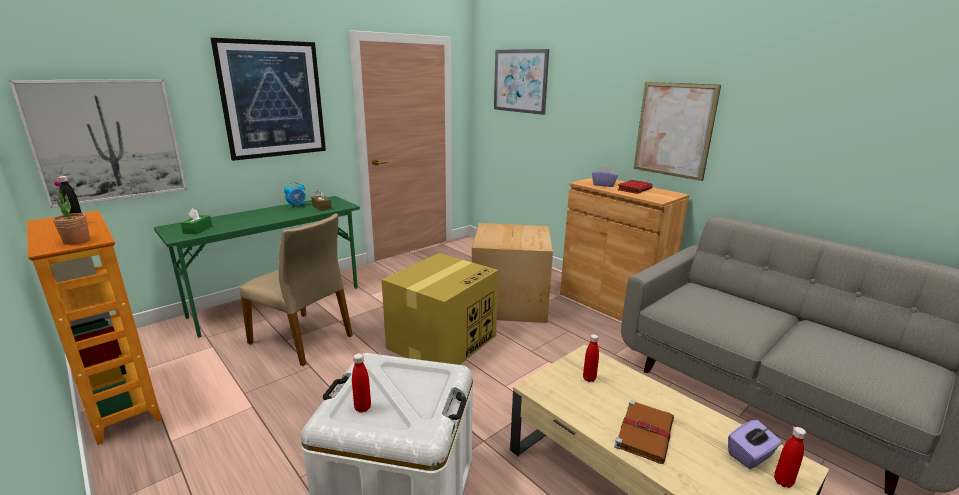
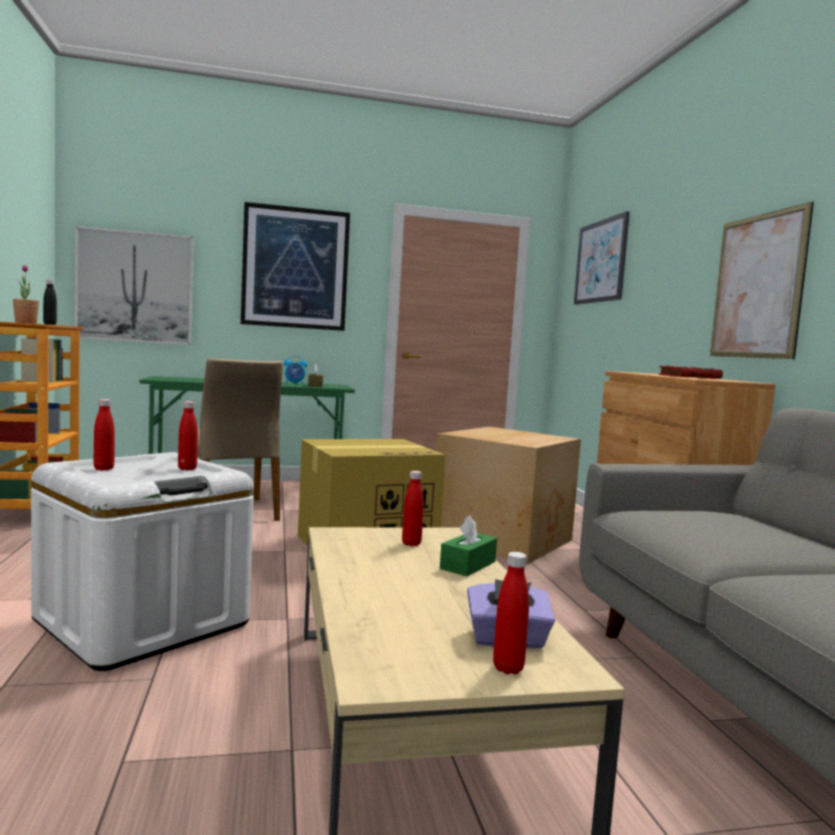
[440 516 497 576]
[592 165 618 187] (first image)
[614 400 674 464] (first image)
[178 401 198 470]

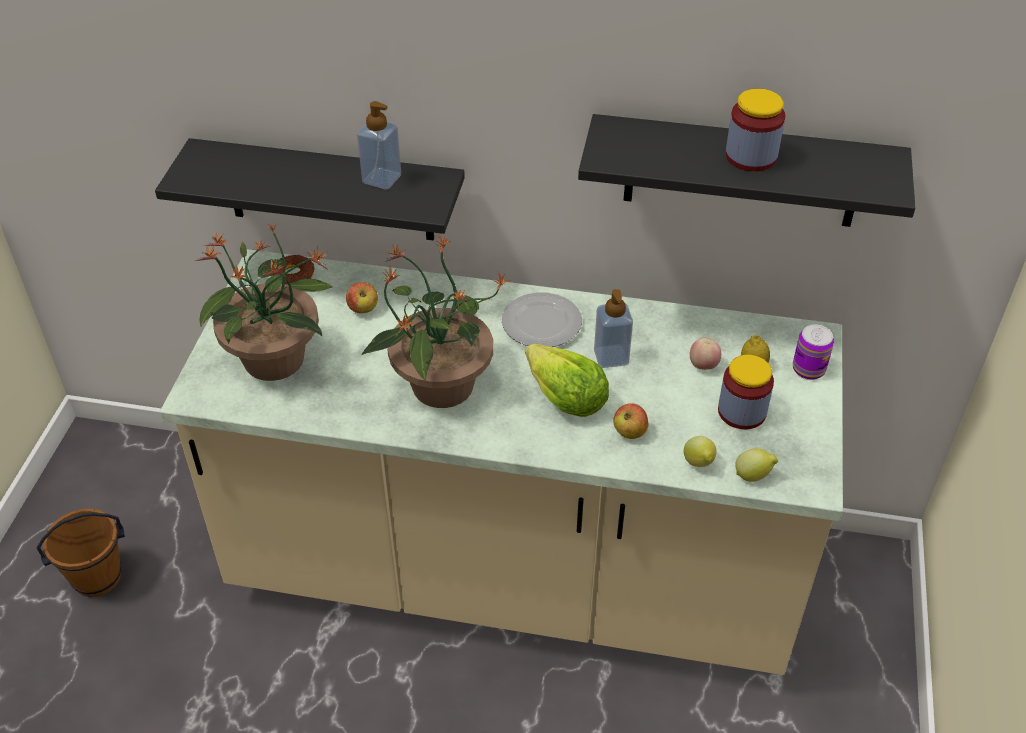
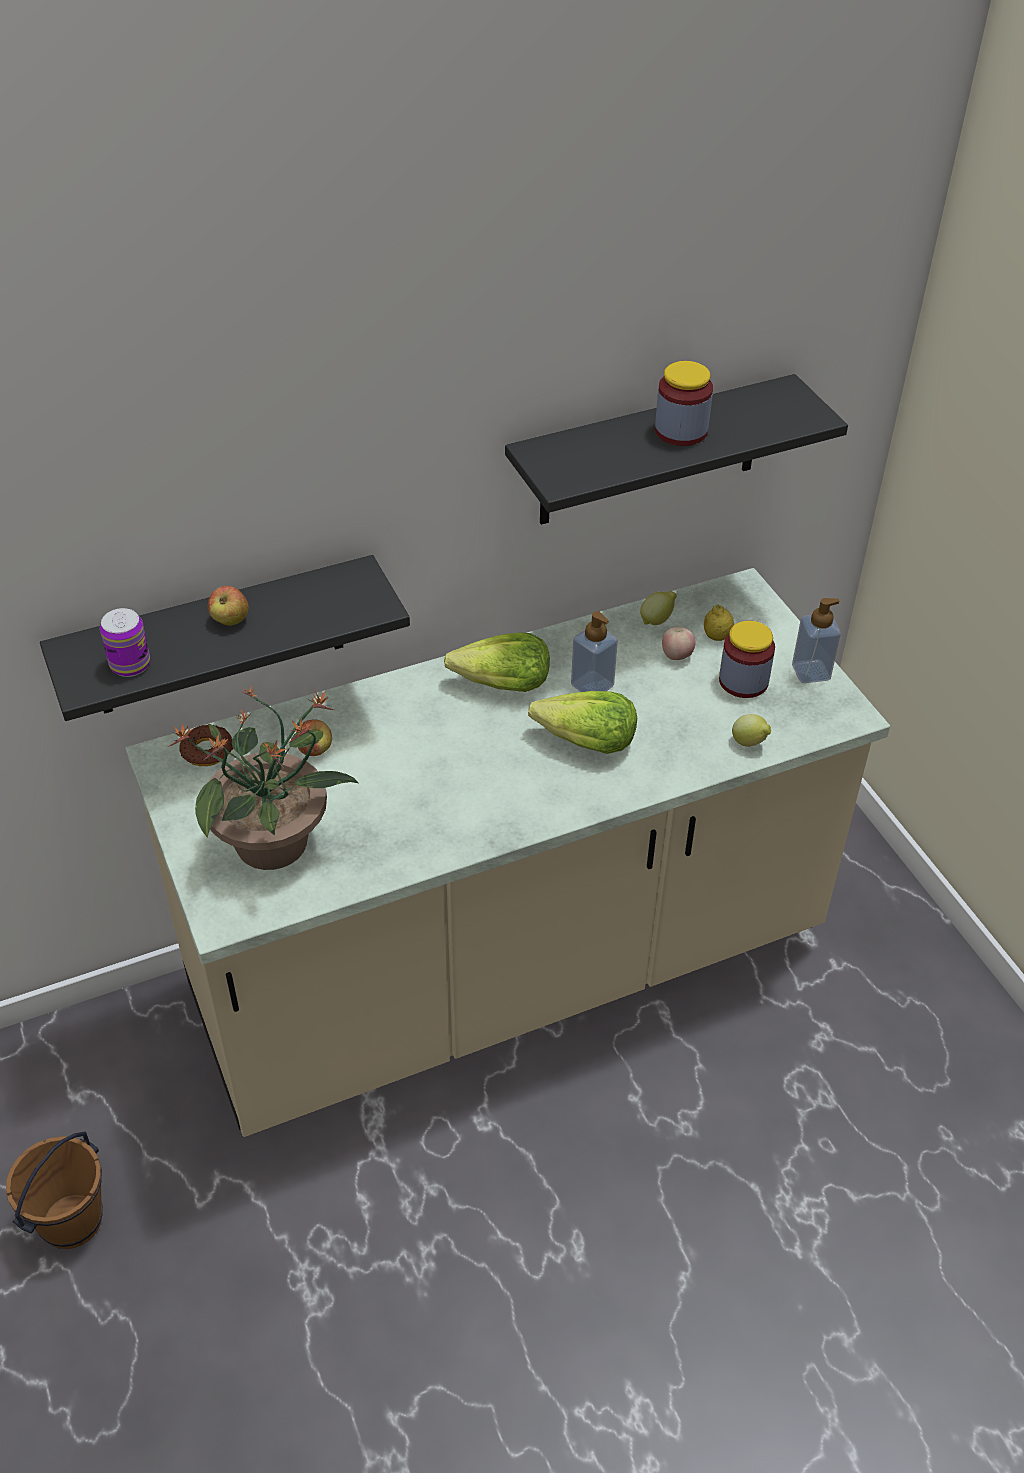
[792 598 841 683]
[361 234 510 408] (first image)
[444 632 550 692]
[208 586 248 626]
[640 591 677 625]
[100 608 150 677]

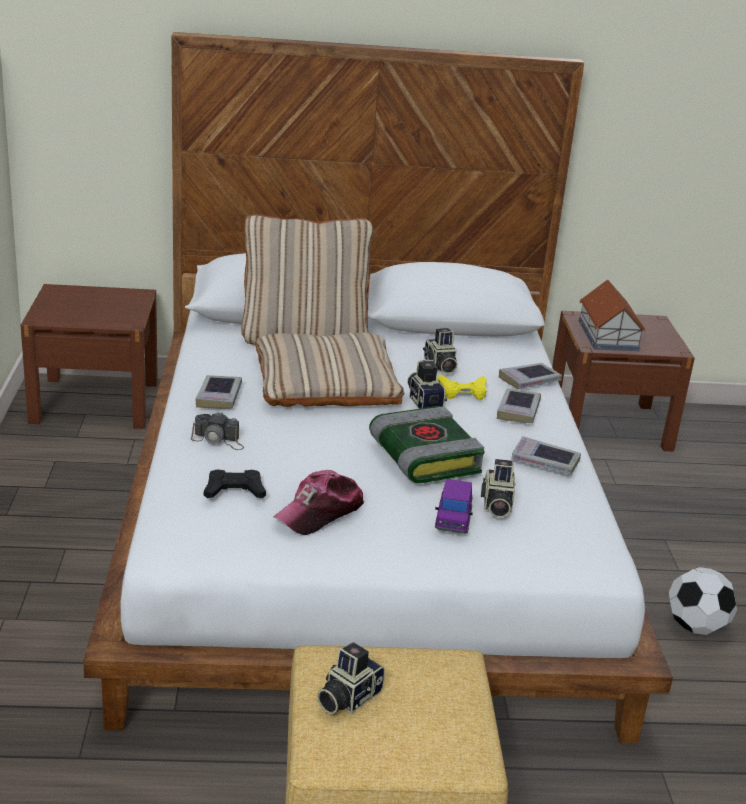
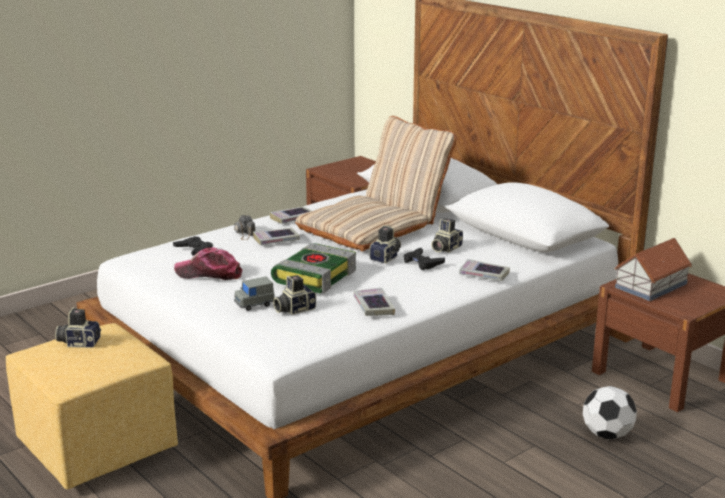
[234 277 275 311]
[404 248 445 270]
[253 228 300 245]
[583 386 637 439]

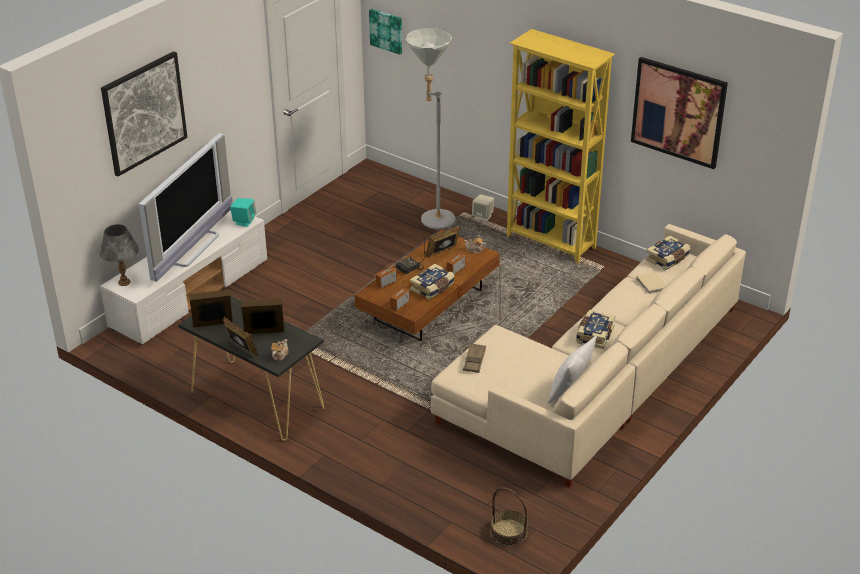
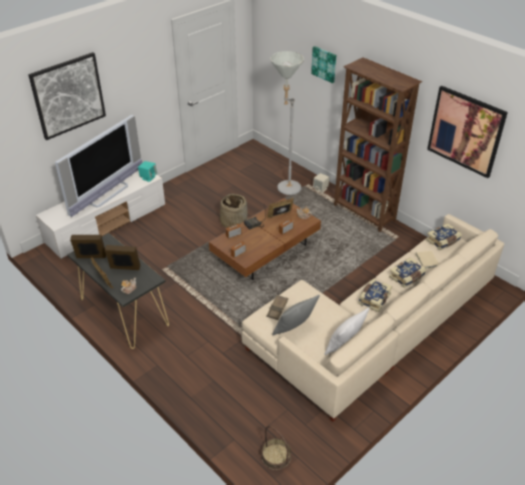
[99 224 139 286] (first image)
[311 46 336 83]
[389 257 426 288]
[334 57 422 232]
[220 194 247 228]
[272 295 320 335]

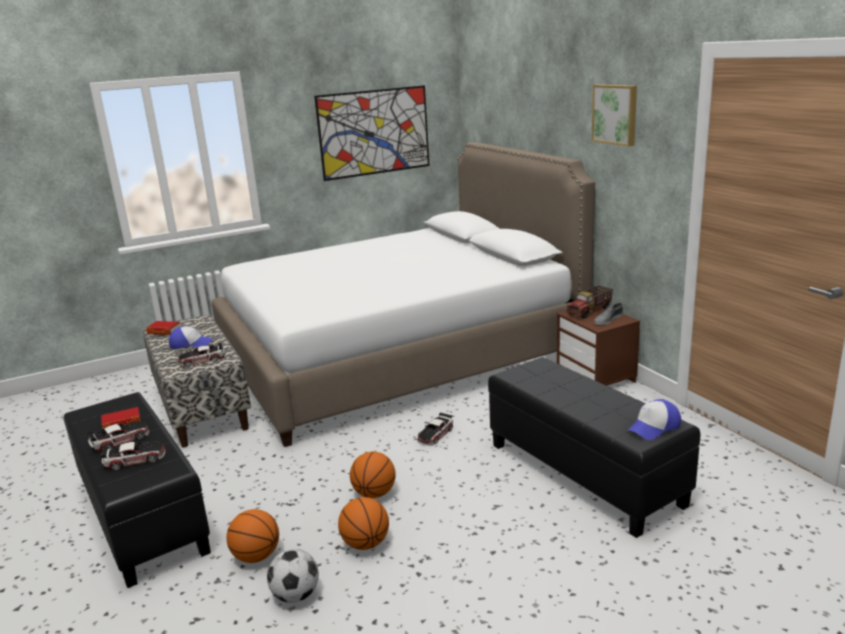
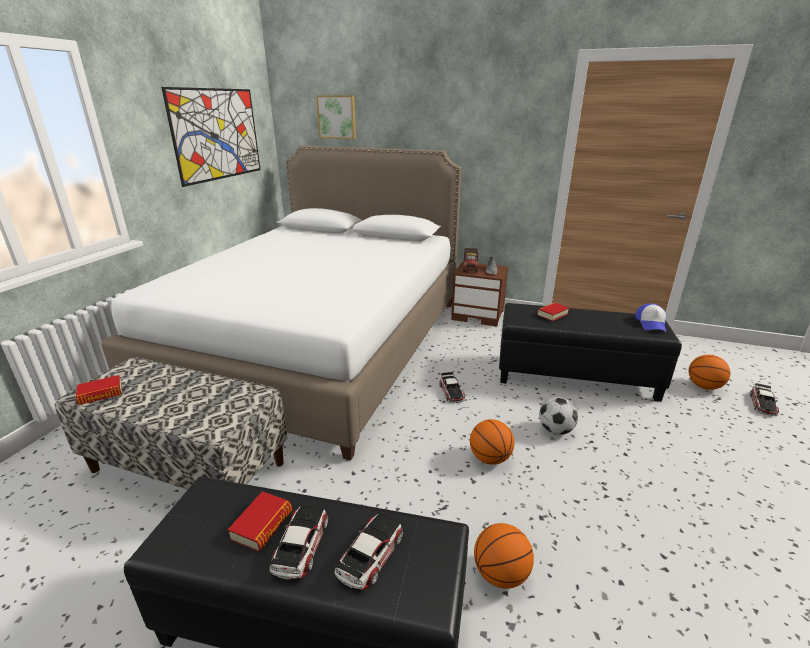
[169 326 213 349] (first image)
[749 383 779 416]
[539 397 578 435]
[689 355 730 390]
[316 95 356 139]
[537 303 569 321]

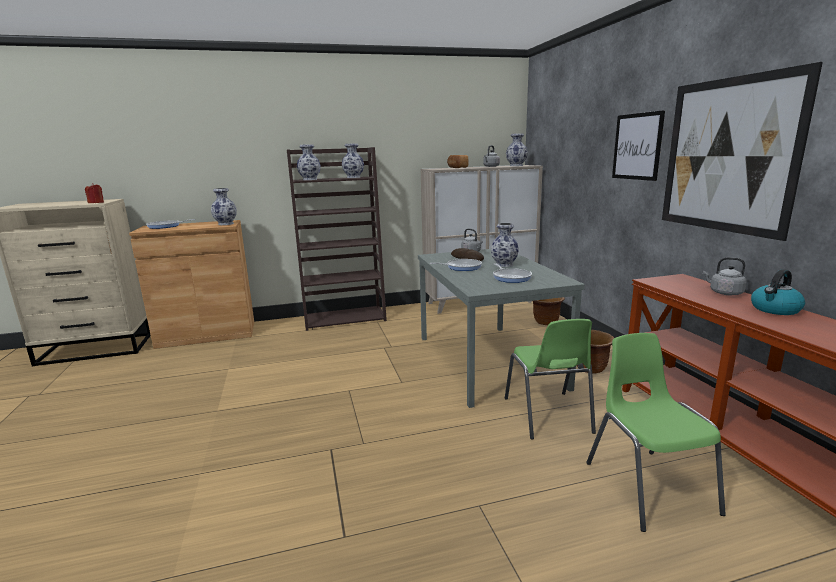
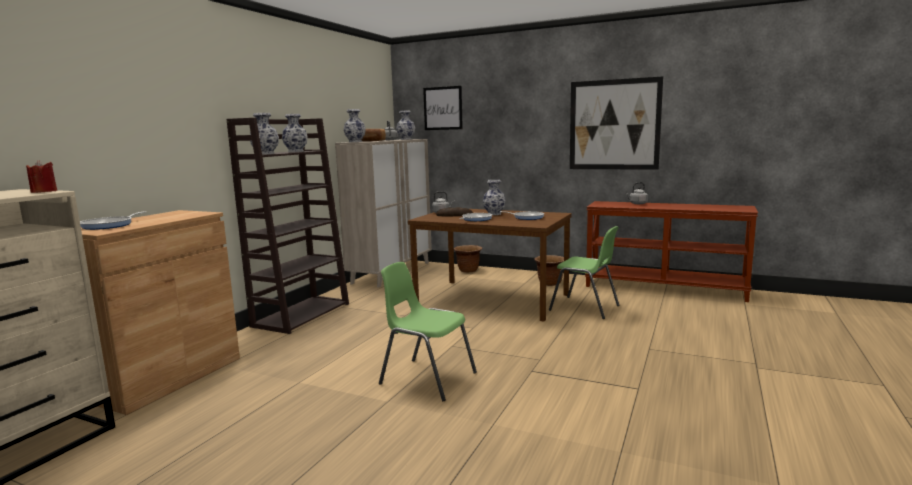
[344 109 366 142]
[408 209 572 322]
[379 262 477 401]
[423 86 463 130]
[751 269 805 315] (first image)

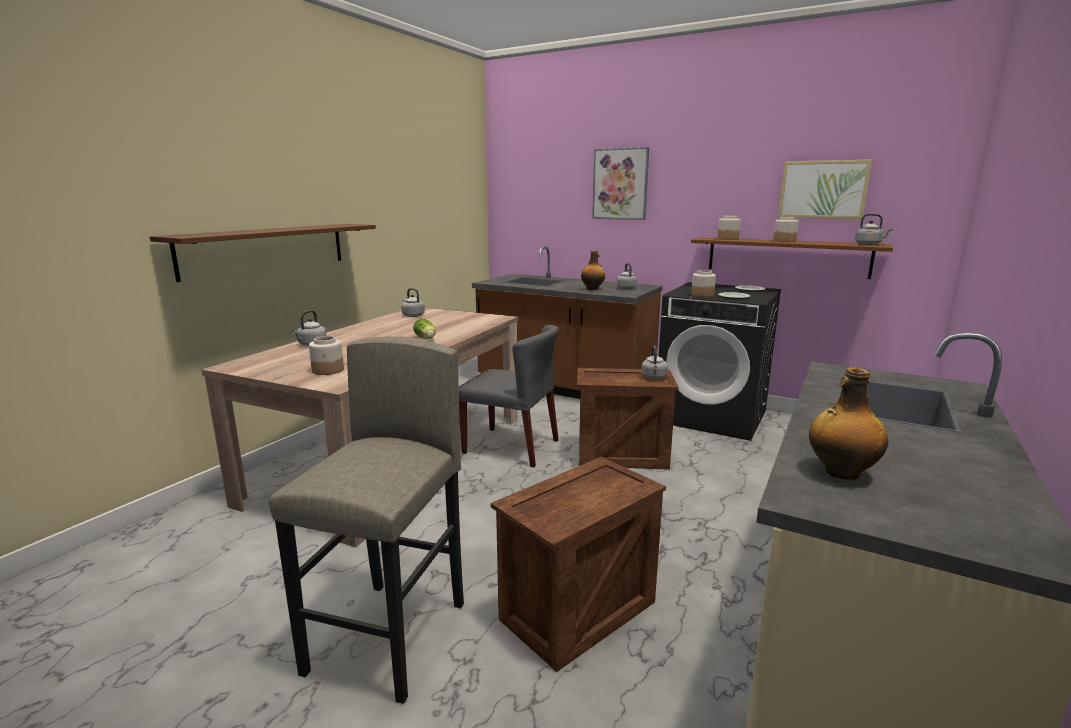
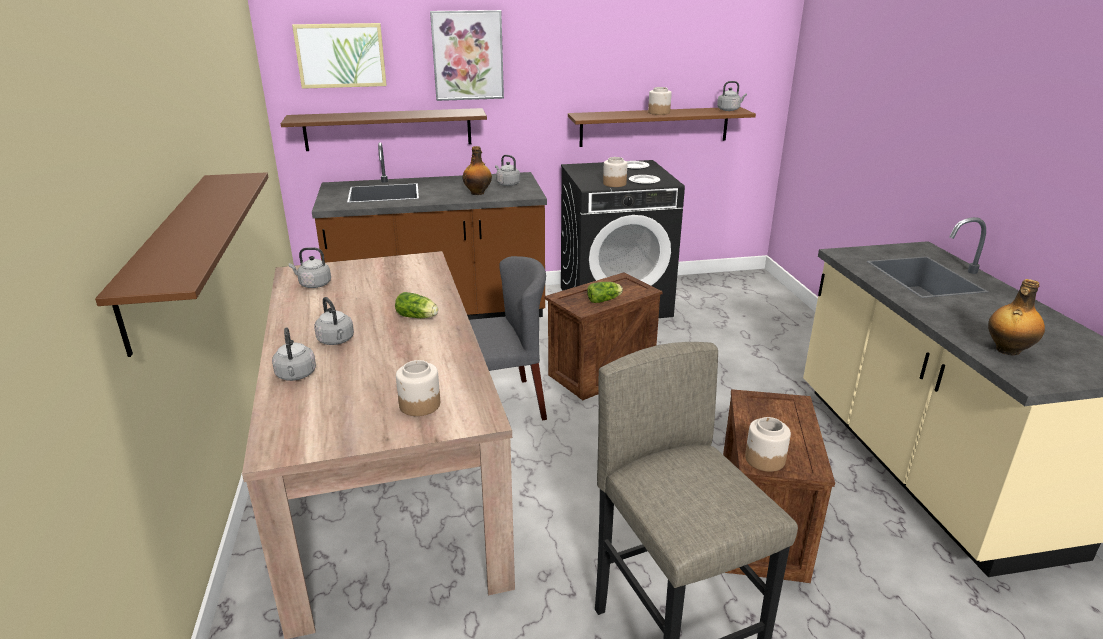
[314 297 354 345]
[745 417 791 472]
[292 23 387 89]
[281 108 487 151]
[587 282 623 303]

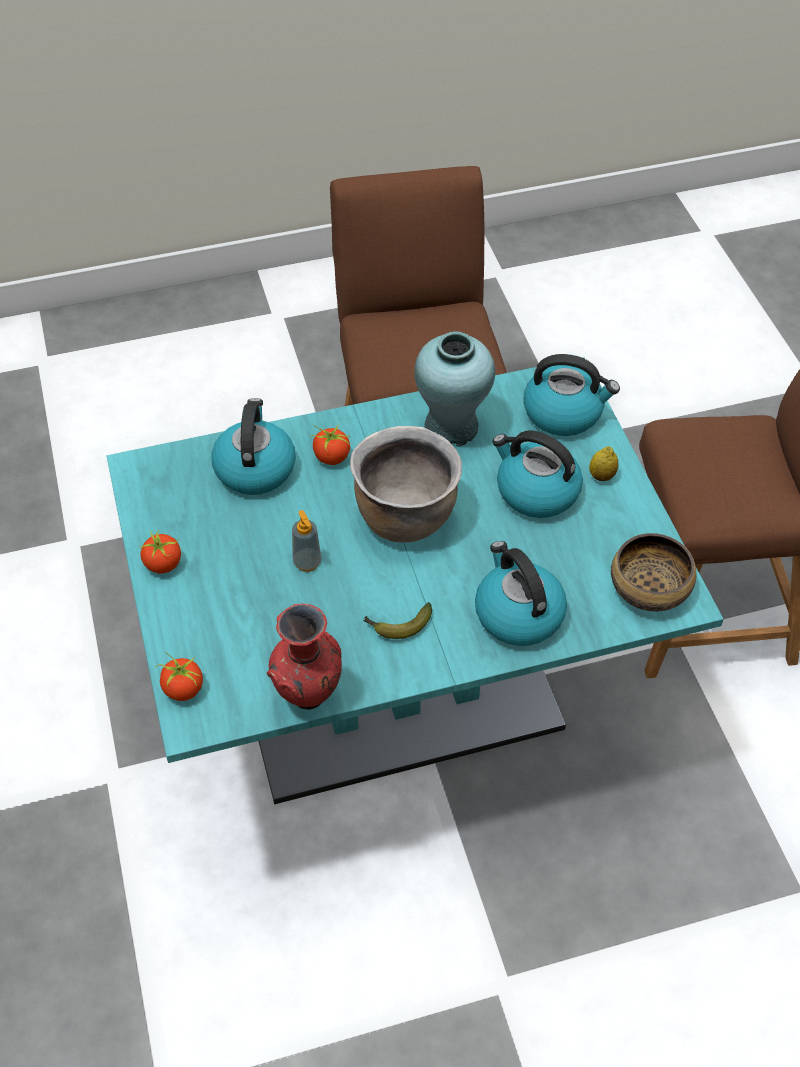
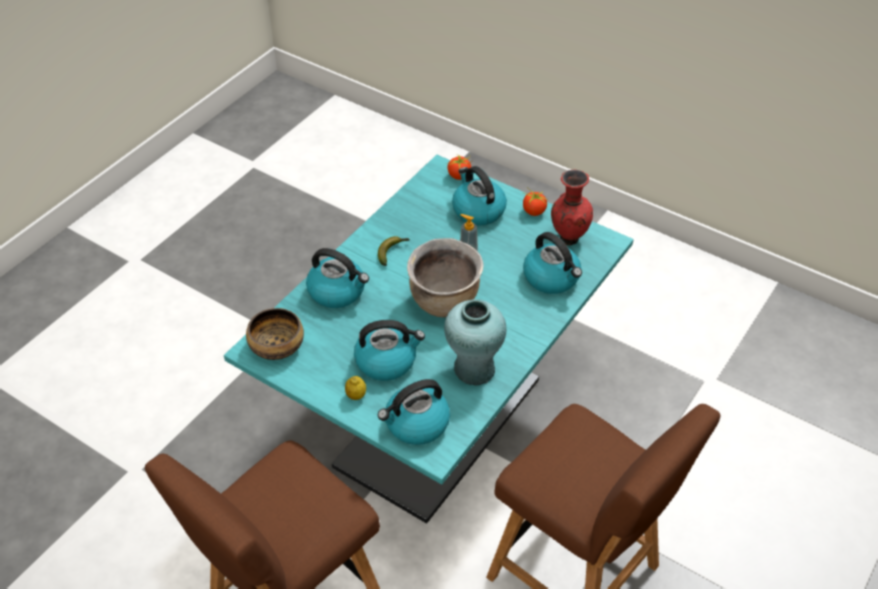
[551 169 593 246]
[310 426 350 465] (first image)
[452 166 507 225]

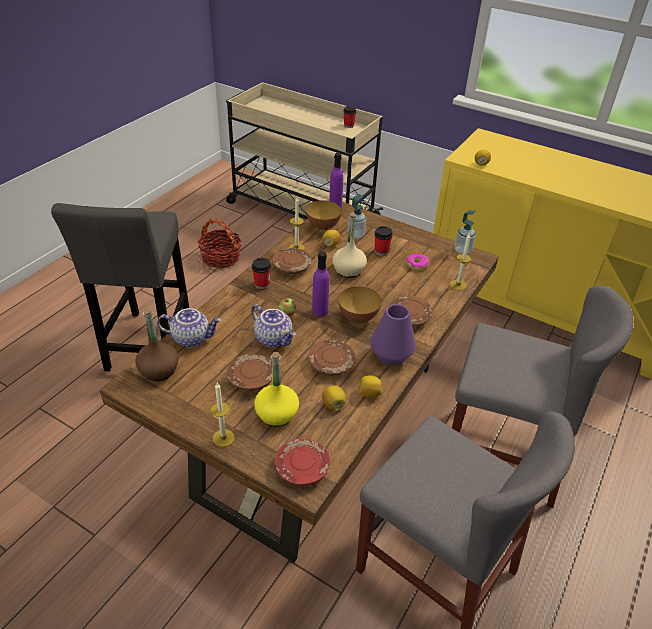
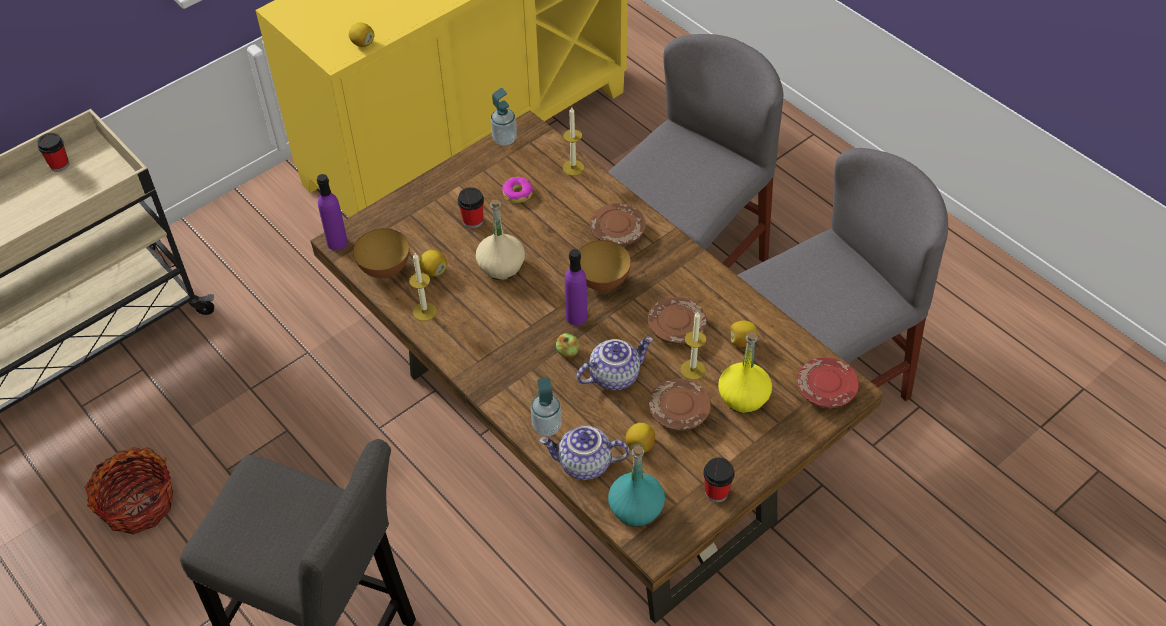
[608 445 665 527]
[539 426 630 480]
[681 312 706 380]
[703 458 735 502]
[272 248 312 274] (first image)
[531 378 561 436]
[625 423 655 453]
[371 304 416 366] (first image)

